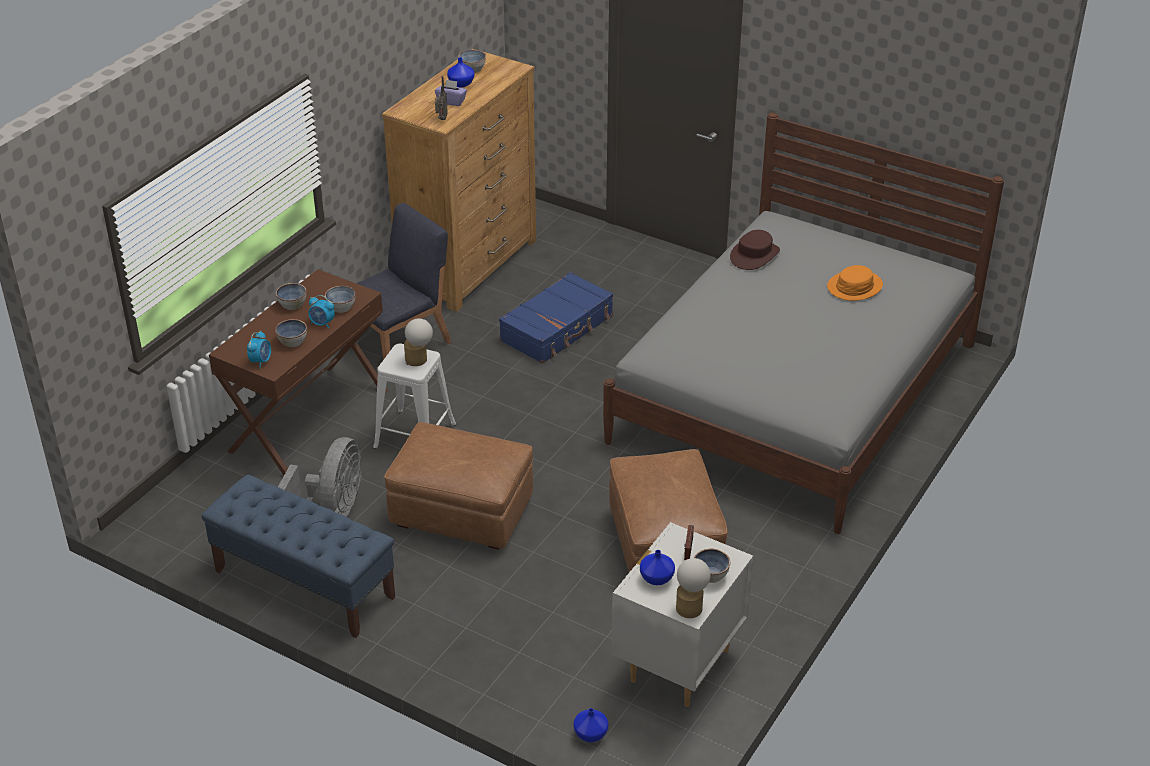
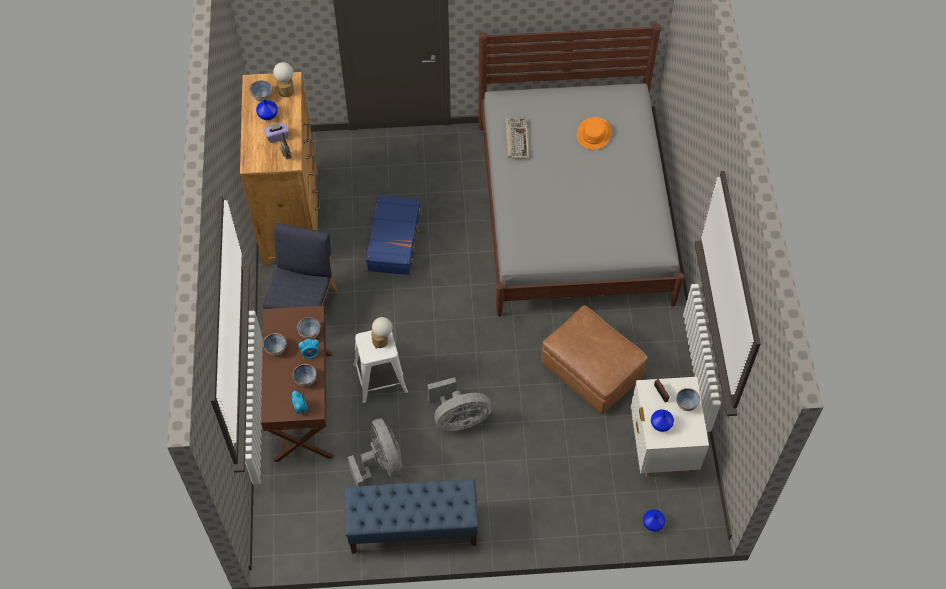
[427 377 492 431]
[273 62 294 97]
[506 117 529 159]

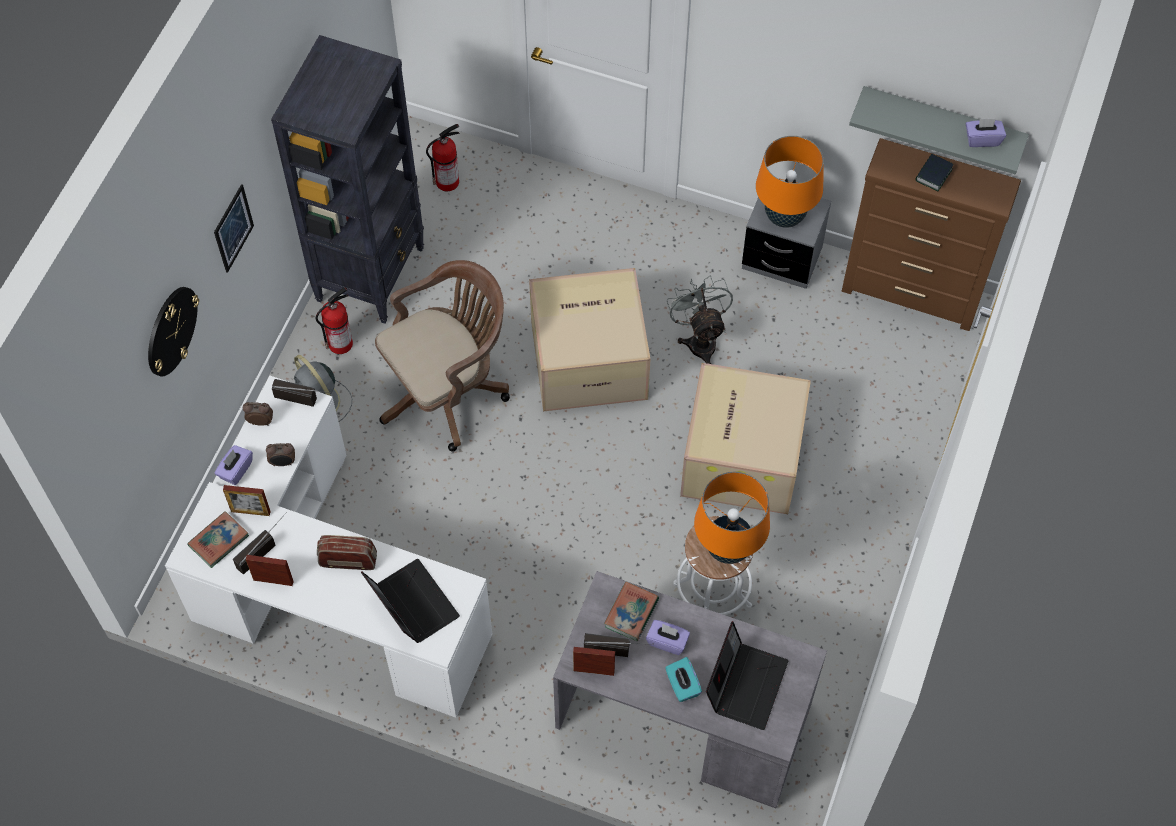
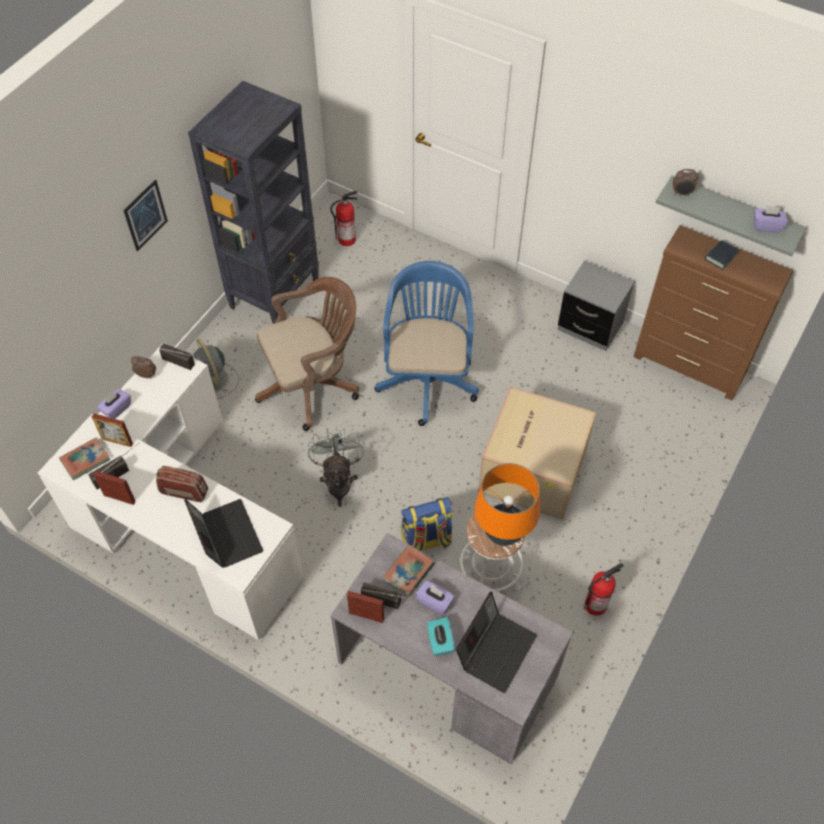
[148 287 199 376] (first image)
[673 169 699 196]
[584 563 624 616]
[375 261 479 426]
[308 428 364 507]
[756 136 824 228] (first image)
[401 497 453 552]

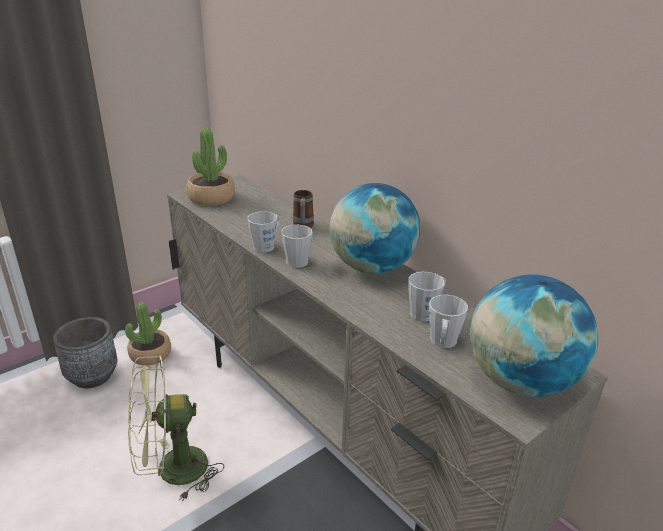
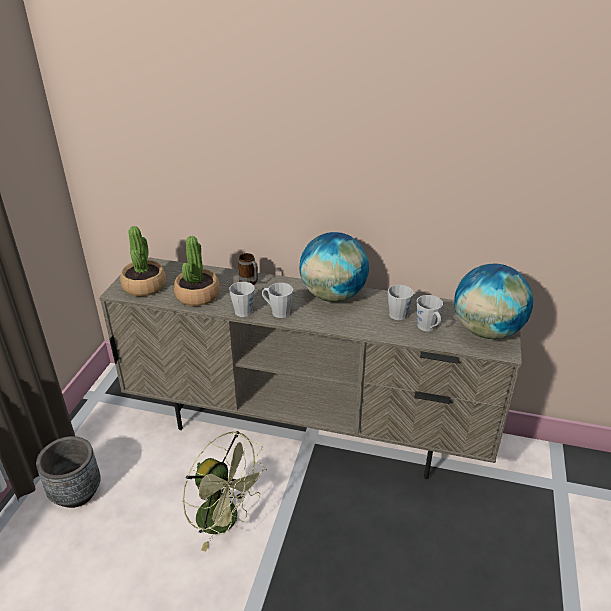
[174 236 220 306]
[182 431 267 551]

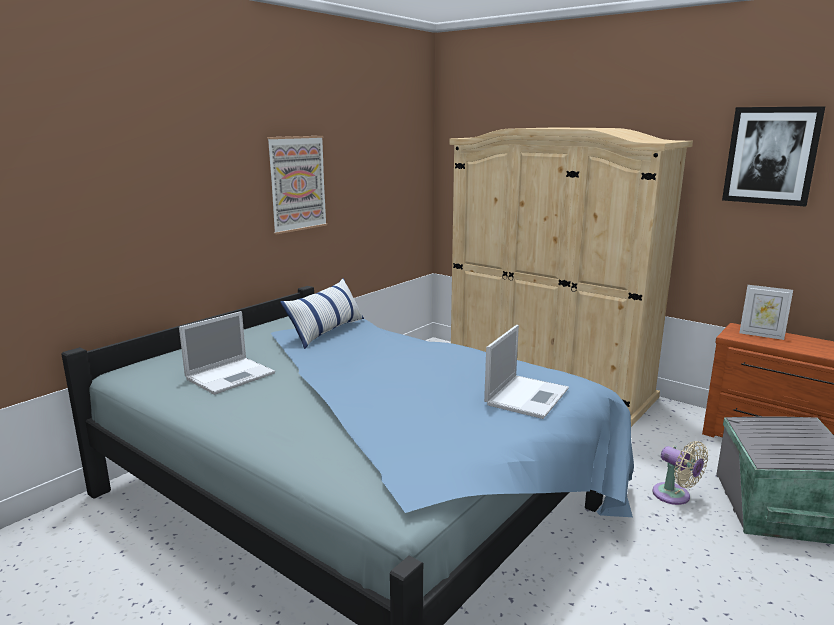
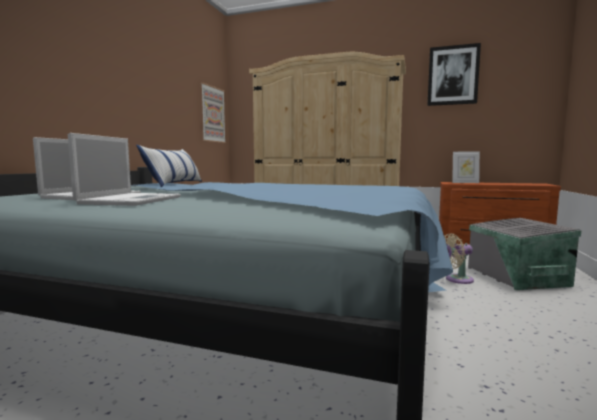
[201 82 226 143]
[68 133 181 206]
[444 234 474 284]

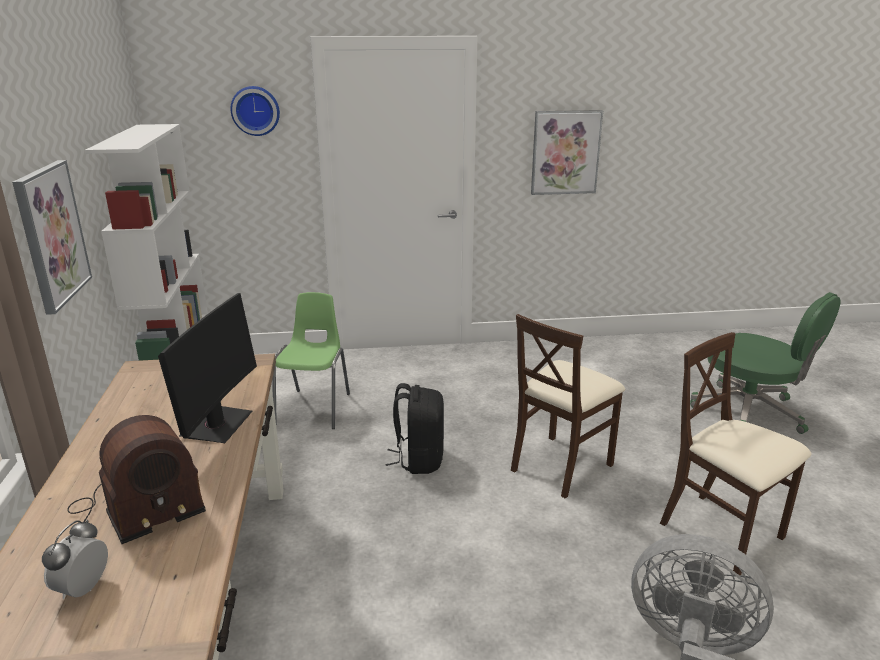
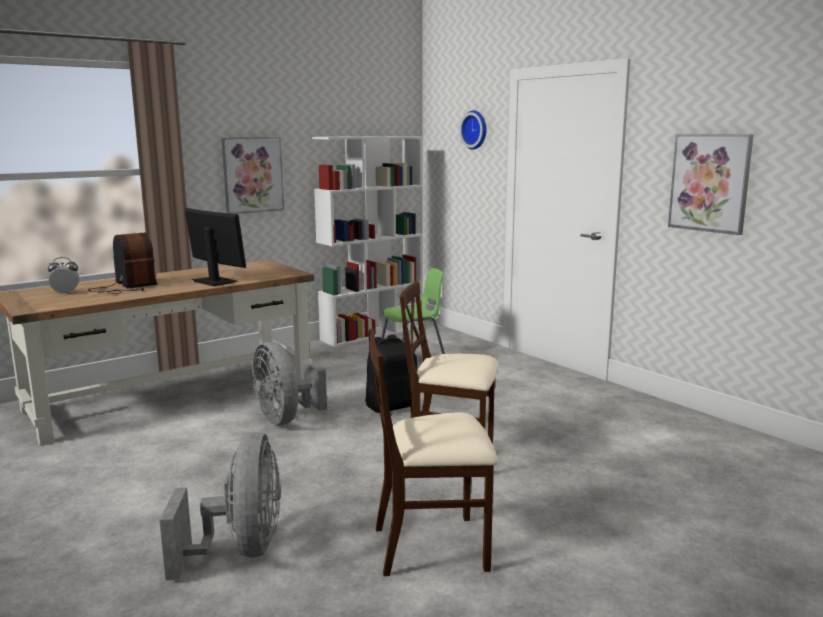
[88 233 158 294]
[185 208 246 286]
[369 328 498 576]
[690 292 840 434] (first image)
[252 342 327 425]

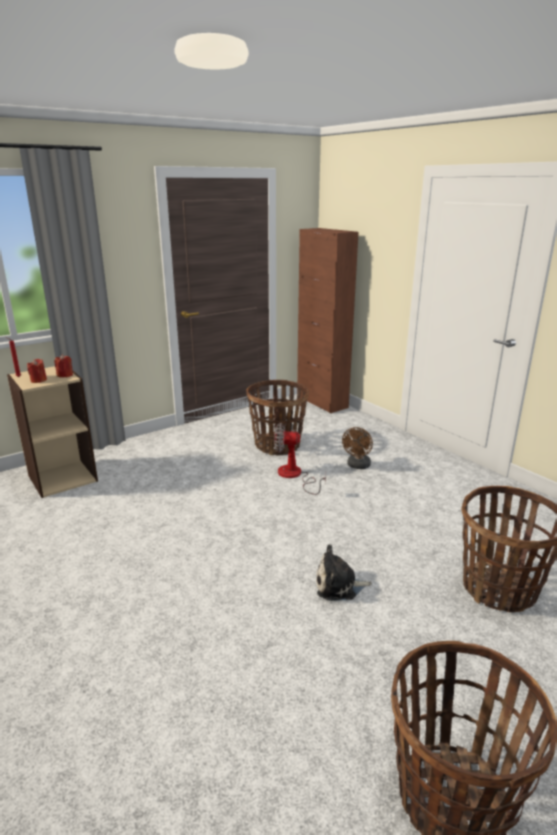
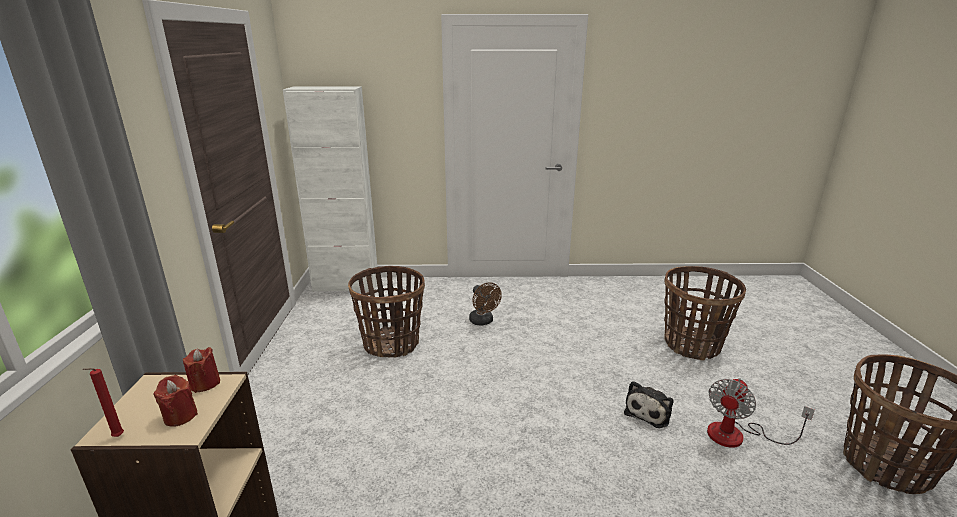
[707 378 815 448]
[283 86 377 292]

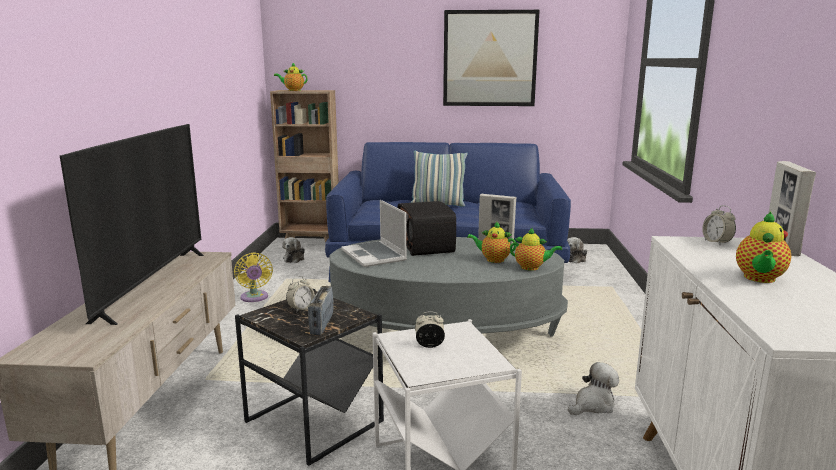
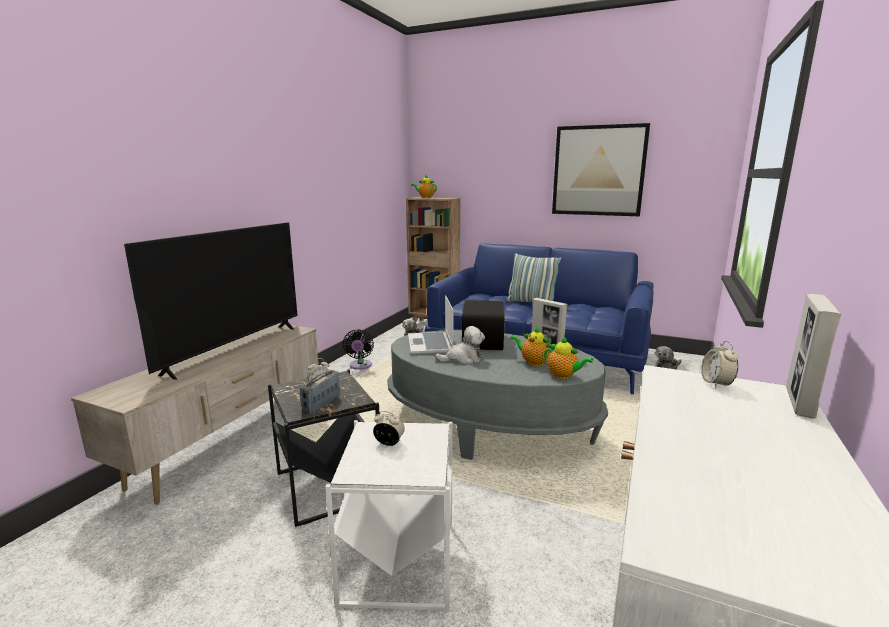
[343 329 374 370]
[435 326 485 365]
[736 211 791 283] (first image)

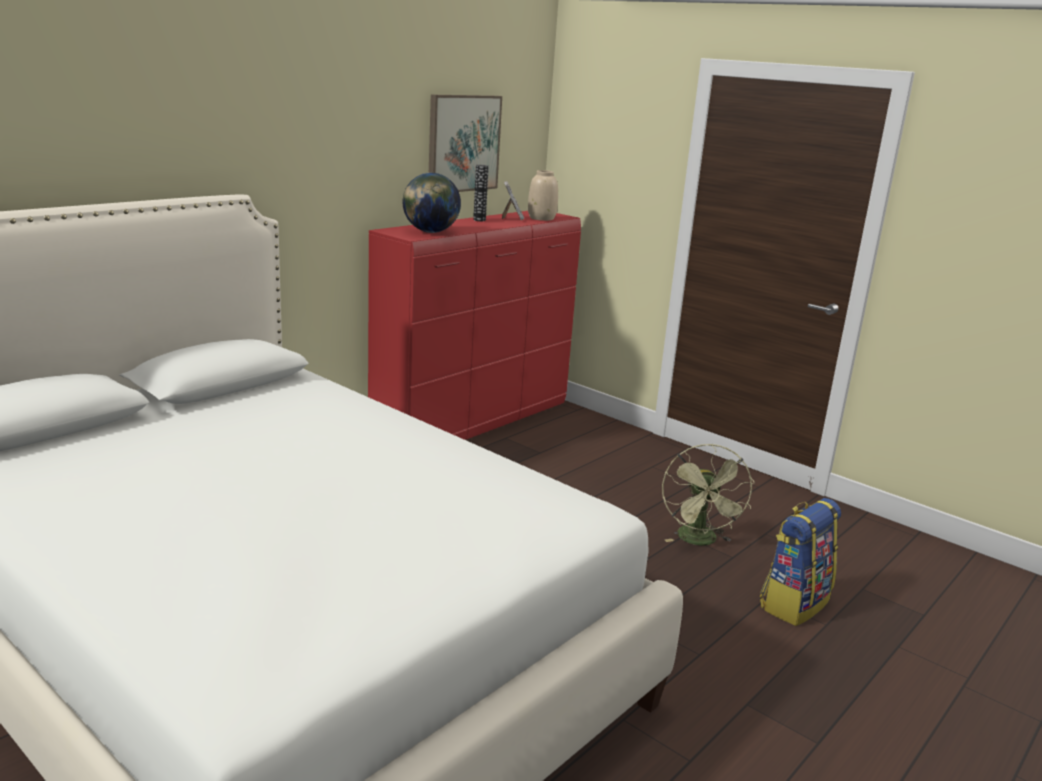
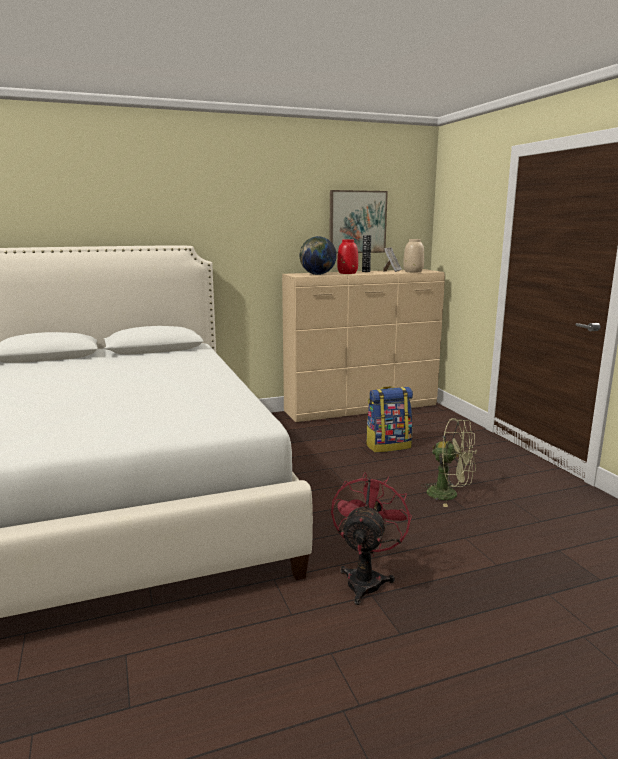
[282 269 445 422]
[421 418 477 507]
[366 386 413 453]
[331 472 412 605]
[337 239 358 274]

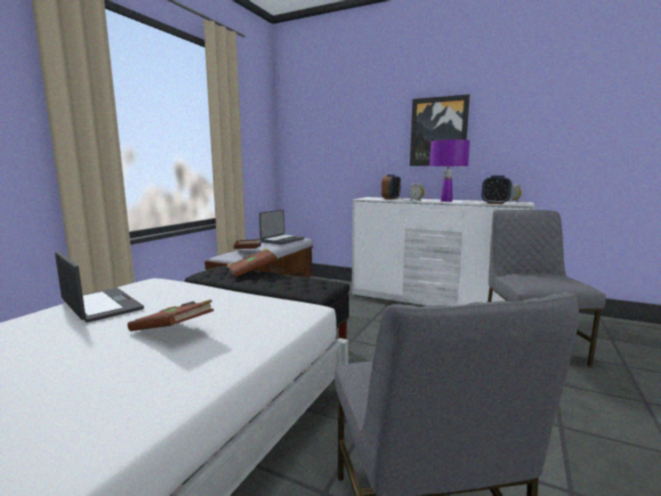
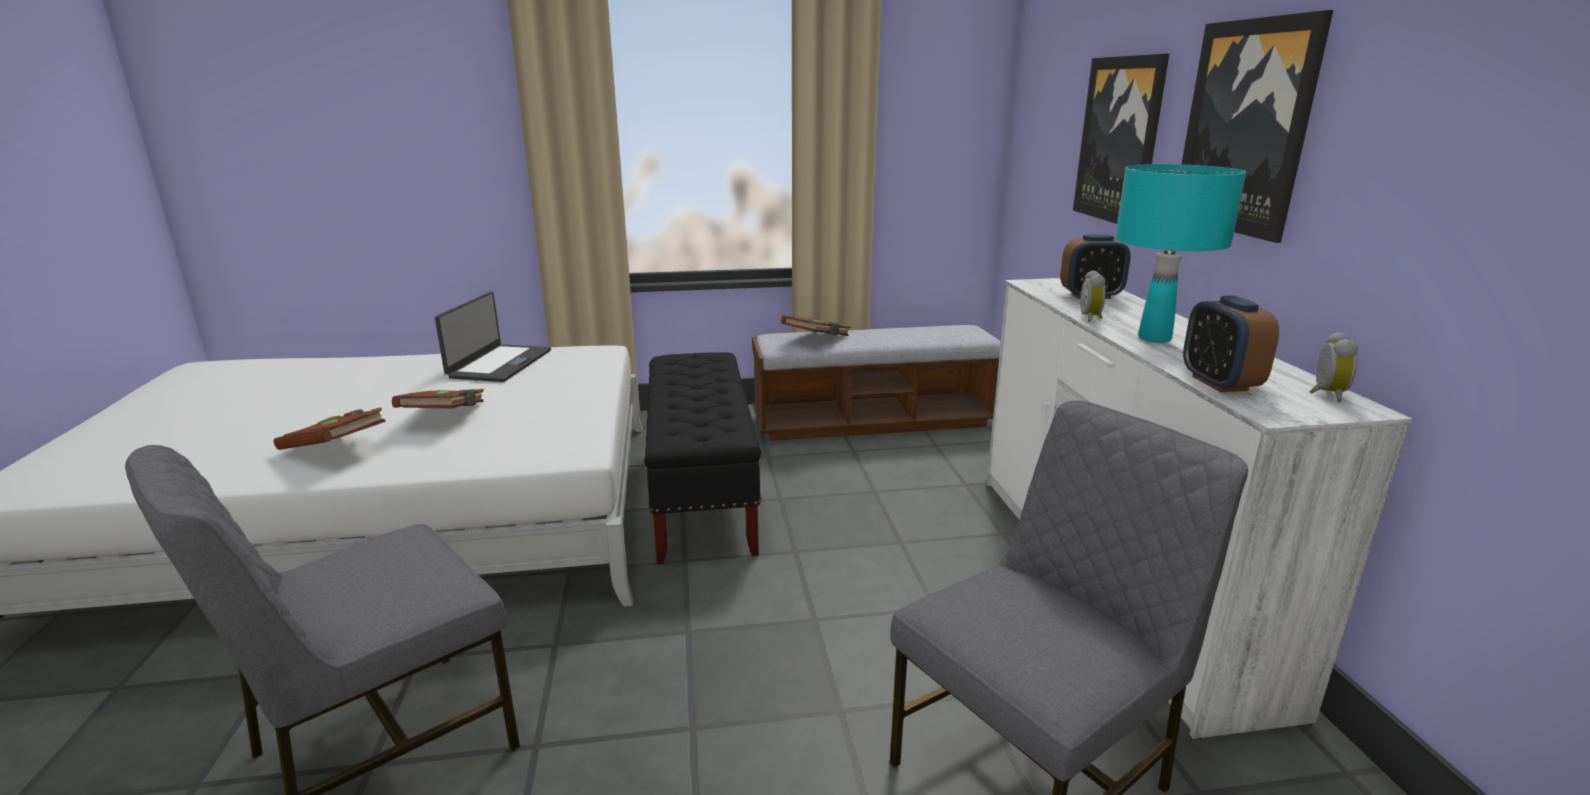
[274 408 386 450]
[259 209 304 245] (first image)
[1115 164 1246 342]
[1073 54 1169 224]

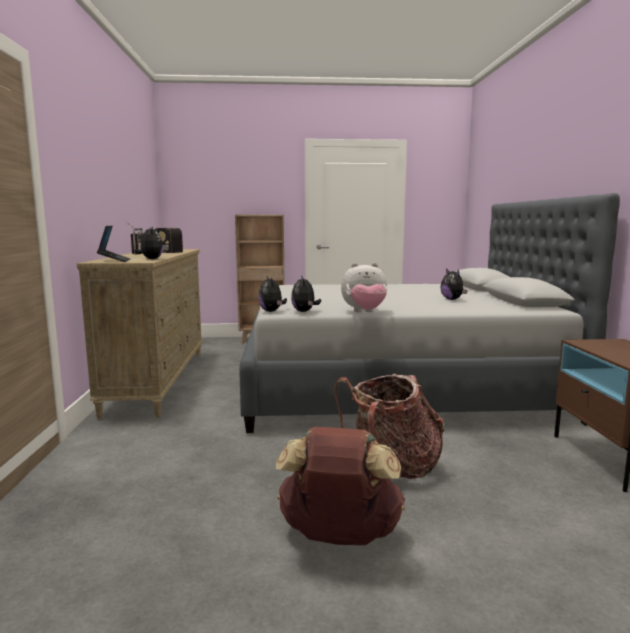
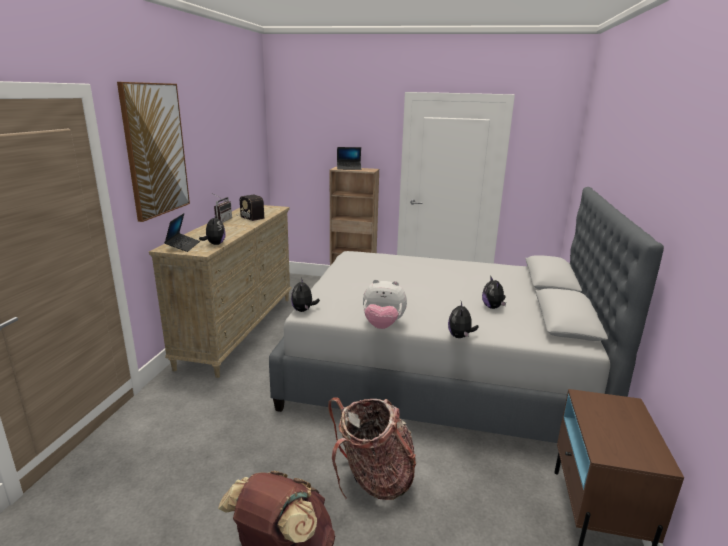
[448 301 479 338]
[117 82 190 222]
[337 147 362 170]

